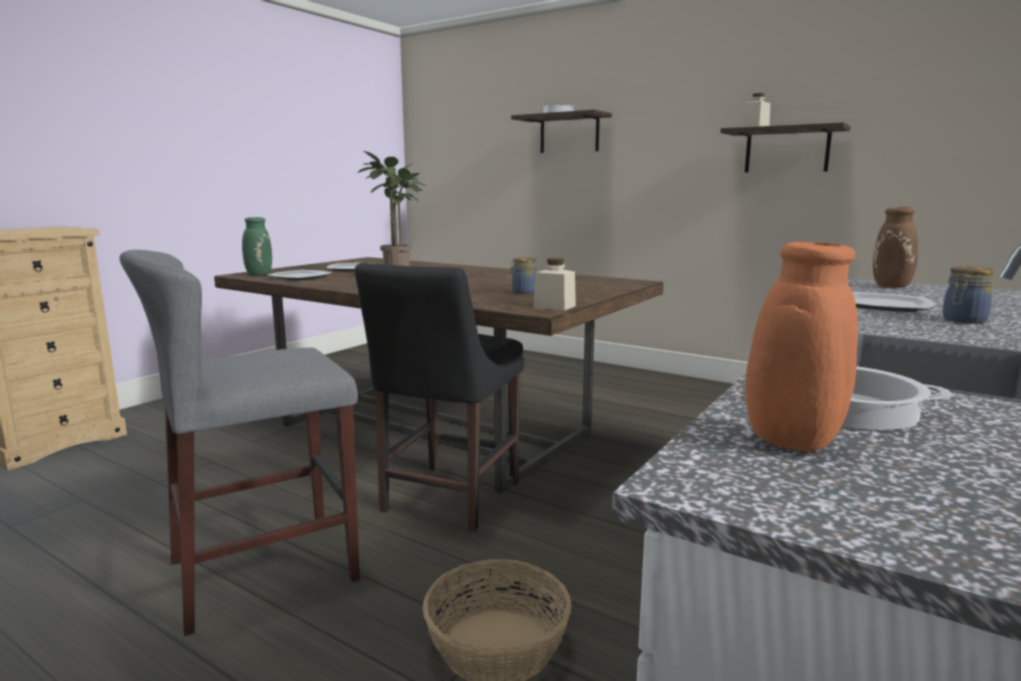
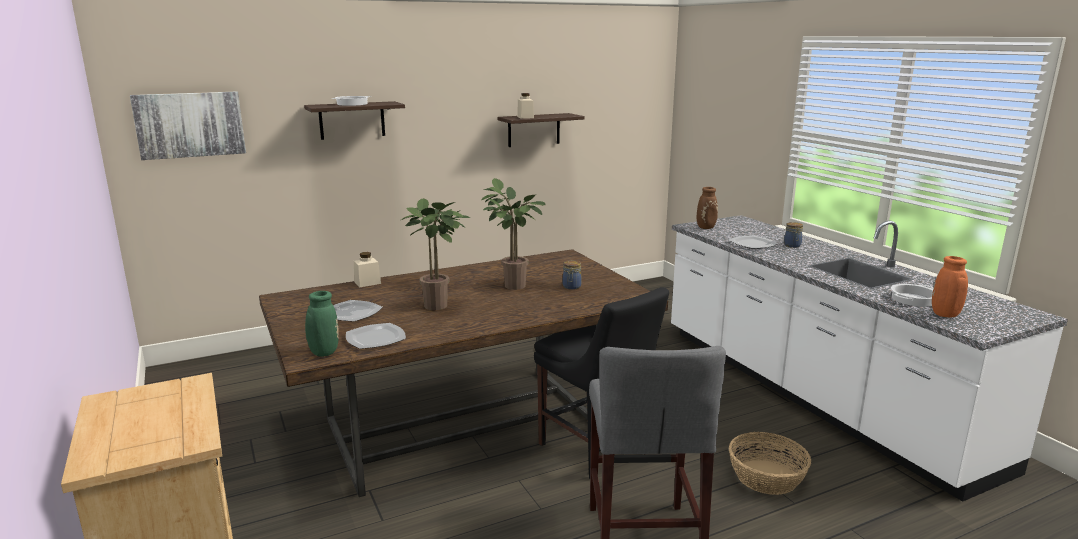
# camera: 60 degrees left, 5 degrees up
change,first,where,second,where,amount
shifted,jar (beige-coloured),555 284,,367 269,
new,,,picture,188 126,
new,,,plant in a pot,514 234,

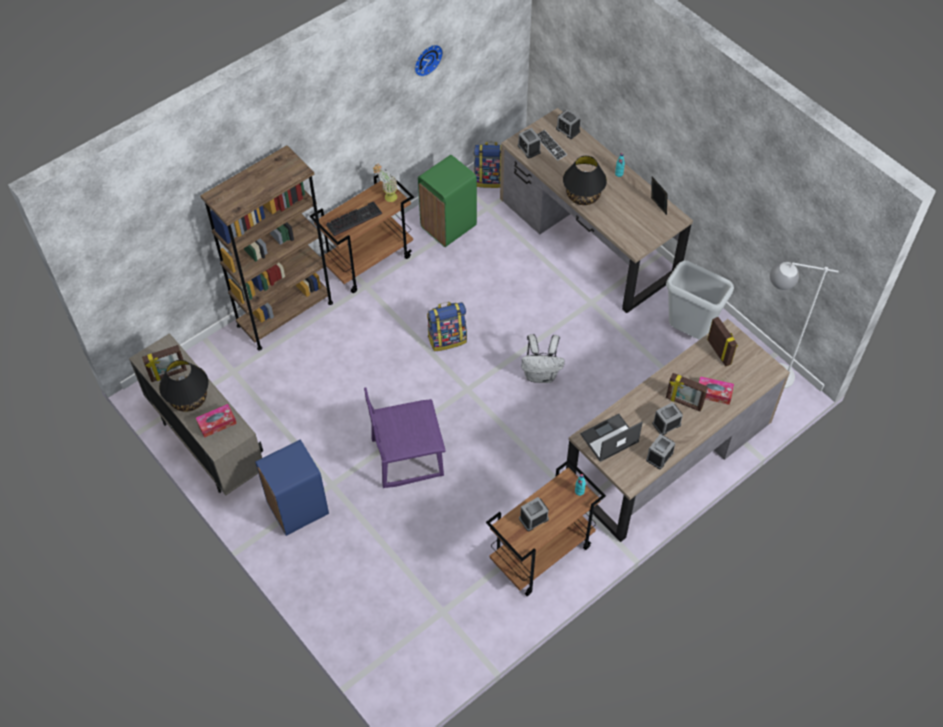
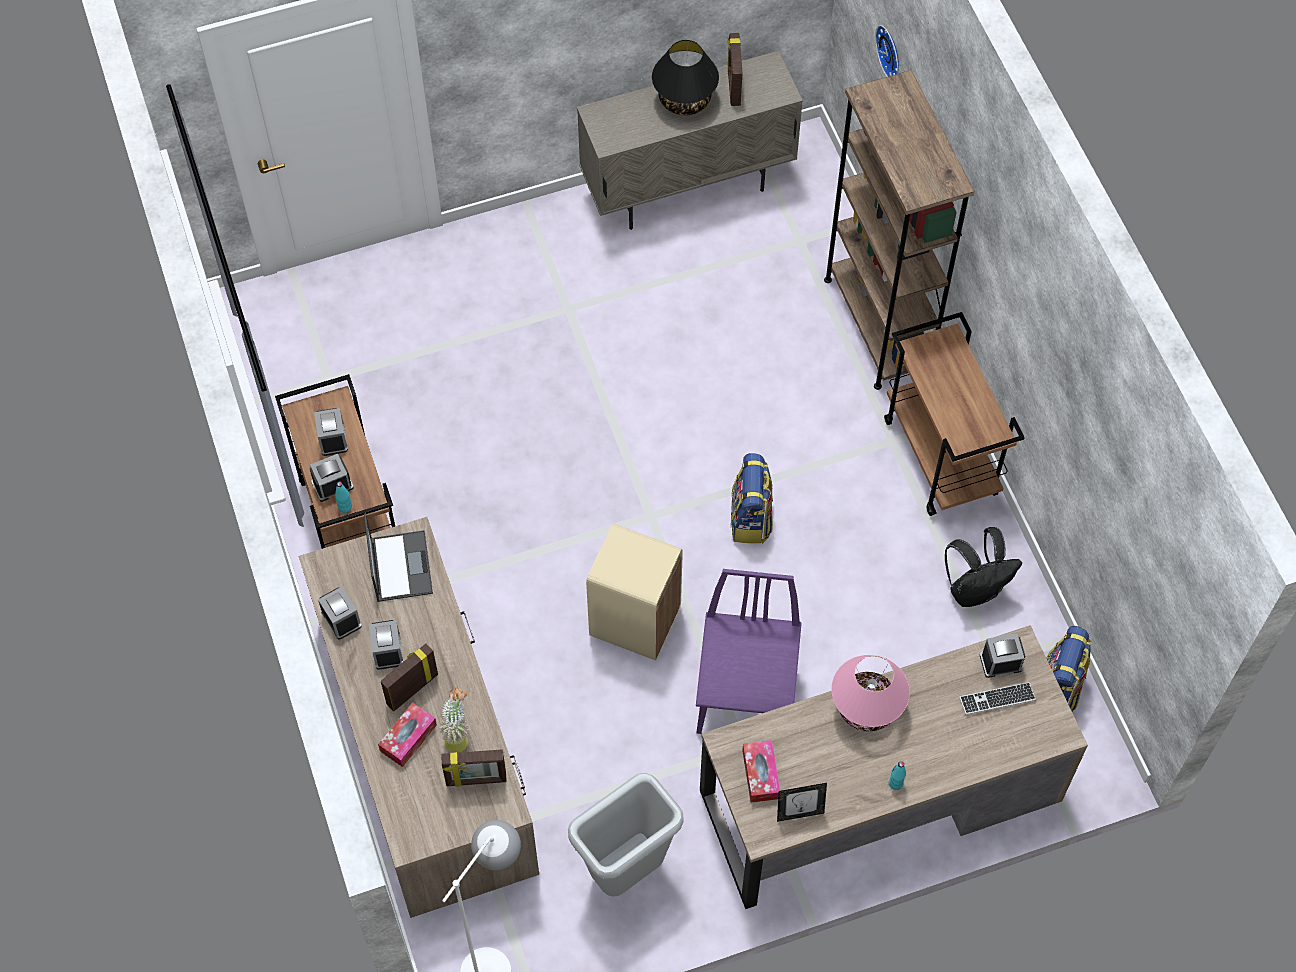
# camera: 110 degrees right, 5 degrees up
change,first,where,second,where,amount
shifted,wall clock,428 60,,887 51,
shifted,bedside clock,568 124,,332 478,
swapped,waste bin (greenish),447 201,rucksack (black-coloured),983 567,
repainted,table lamp (black-coloured),585 180,table lamp (pink),870 693,
shifted,plant in a pot,385 183,,454 719,
gone,PC keyboard,354 218,,,
swapped,rucksack (white-coloured),543 358,waste bin (beige-coloured),634 592,
shifted,chair (purple),405 437,,749 651,
shifted,tissue box,216 421,,761 771,
gone,waste bin (blue),292 488,,,

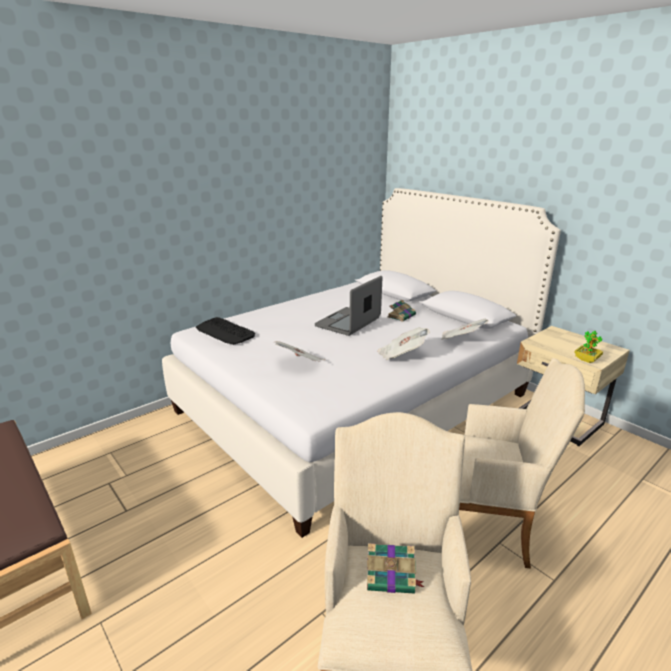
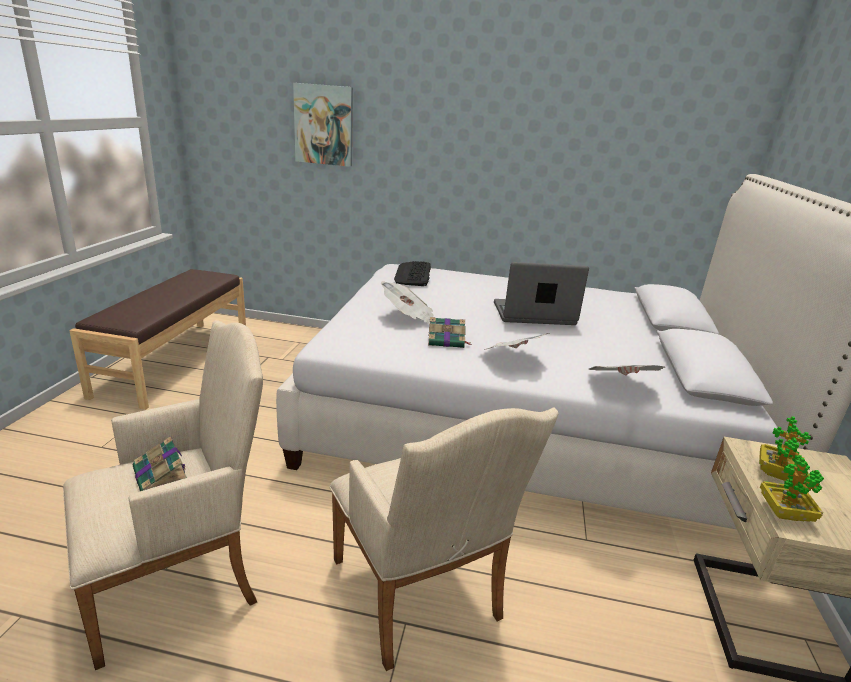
# camera: 50 degrees right, 0 degrees up
change,first,where,second,where,amount
shifted,bound book,401 311,,449 332,
new,,,picture,323 125,
new,,,plant in a pot,785 448,

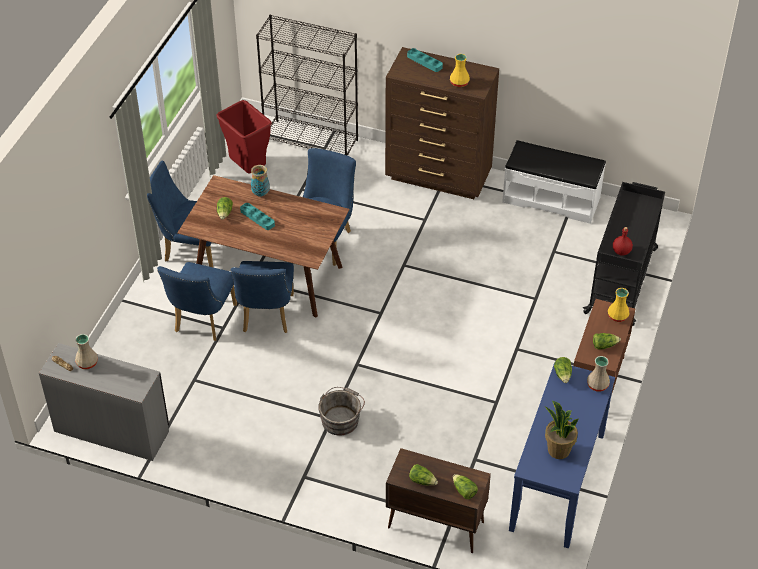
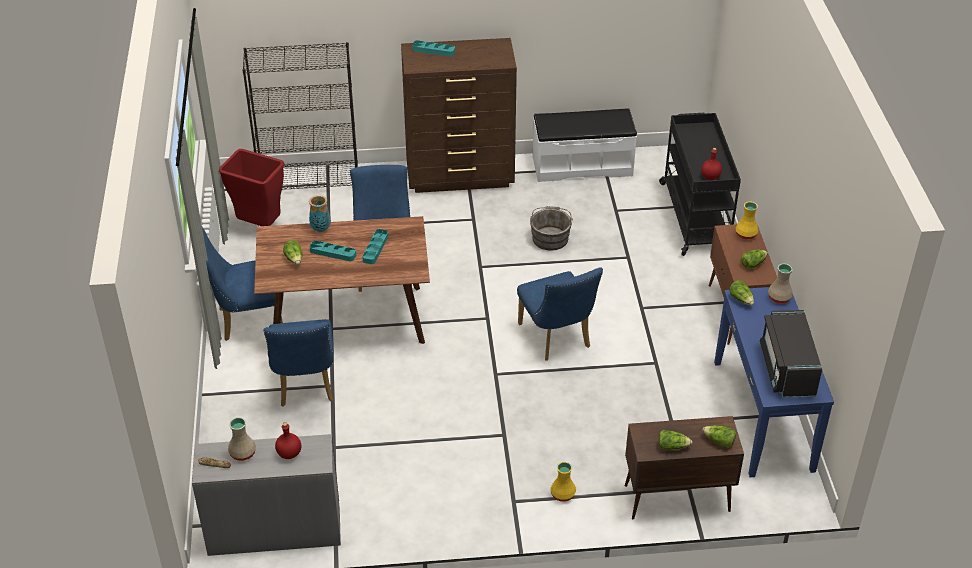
# camera: 25 degrees left, 5 degrees down
change,first,where,second,where,amount
shifted,flower vase (yellow),460 70,,563 482,
shifted,chair (blue),262 297,,560 314,
shifted,pail (greyish),341 411,,551 228,
swapped,plant in a pot,562 430,microwave oven (black-coloured),791 354,
new,,,tray (blue-green),375 246,
new,,,drink bottle (red-coloured),288 440,

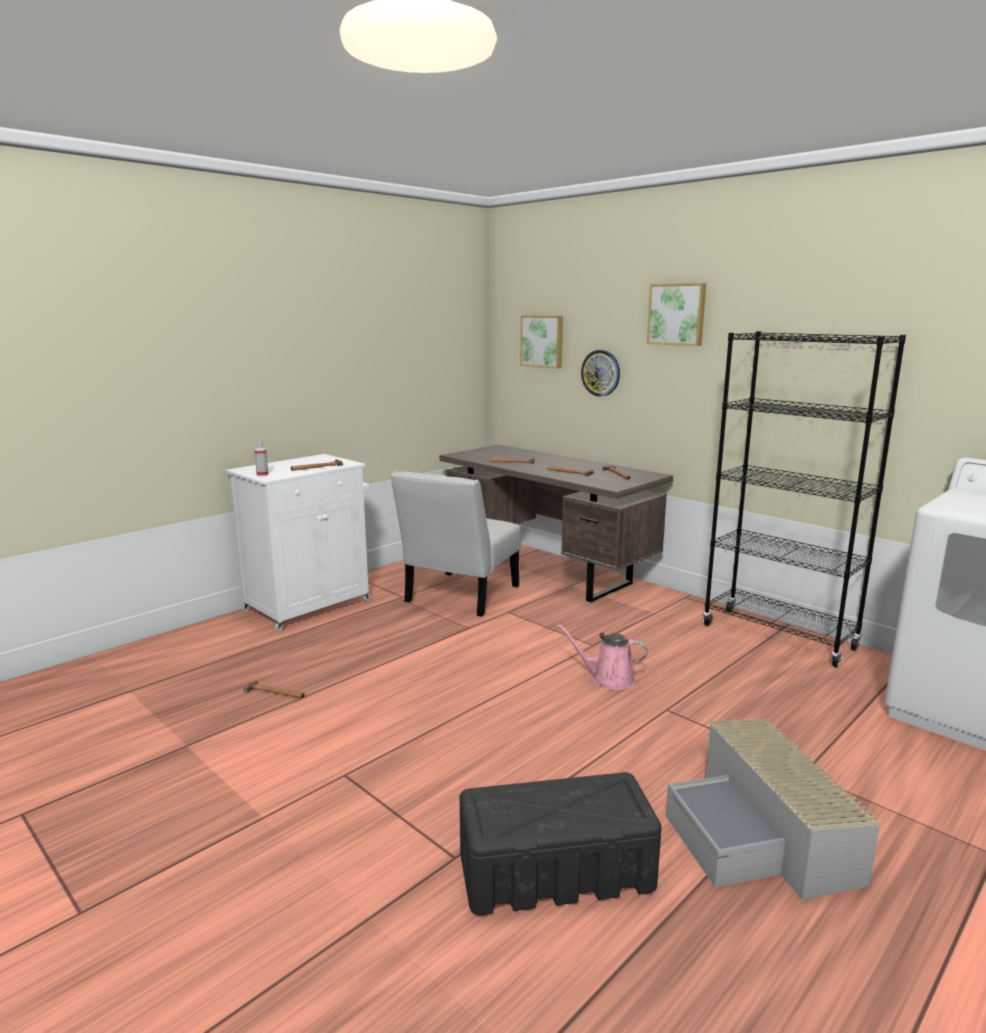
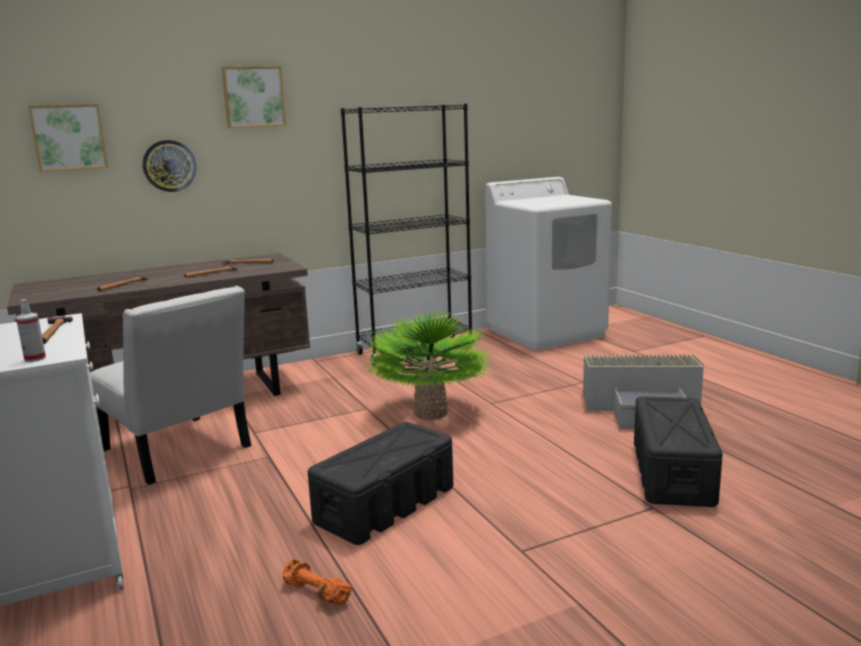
# camera: 70 degrees left, 0 degrees up
change,first,where,second,where,amount
swapped,watering can (pink),602 657,plant in a pot,428 364,
swapped,hammer,274 690,hand weight (orange),317 582,
new,,,storage container (black-coloured),380 483,

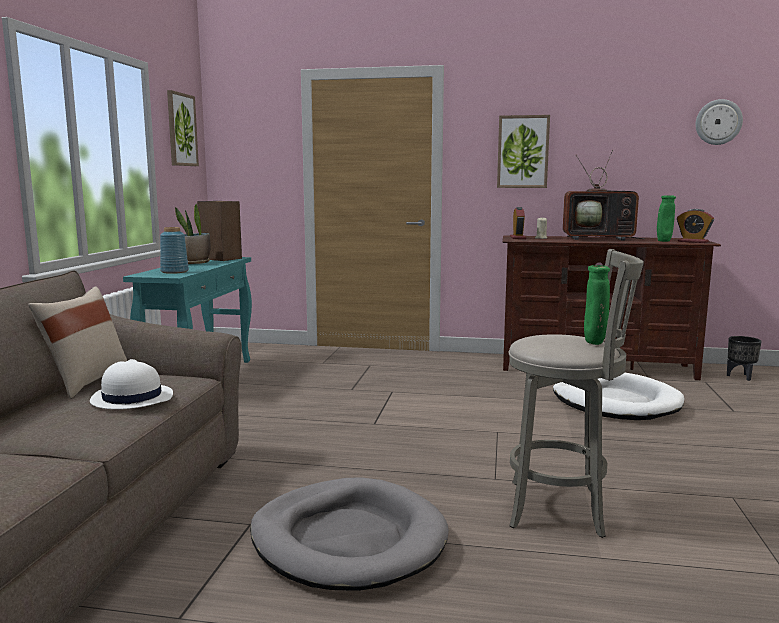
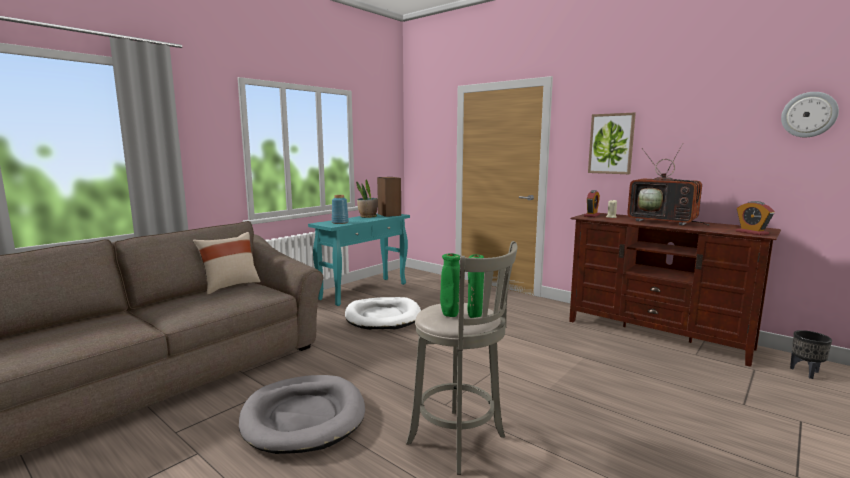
# camera: 30 degrees right, 0 degrees up
change,first,where,second,where,amount
gone,picture,183 128,,,
shifted,flower vase (greenish),666 218,,450 285,
gone,hat (white-coloured),131 384,,,
shifted,dog cushion (white-coloured),618 396,,383 313,

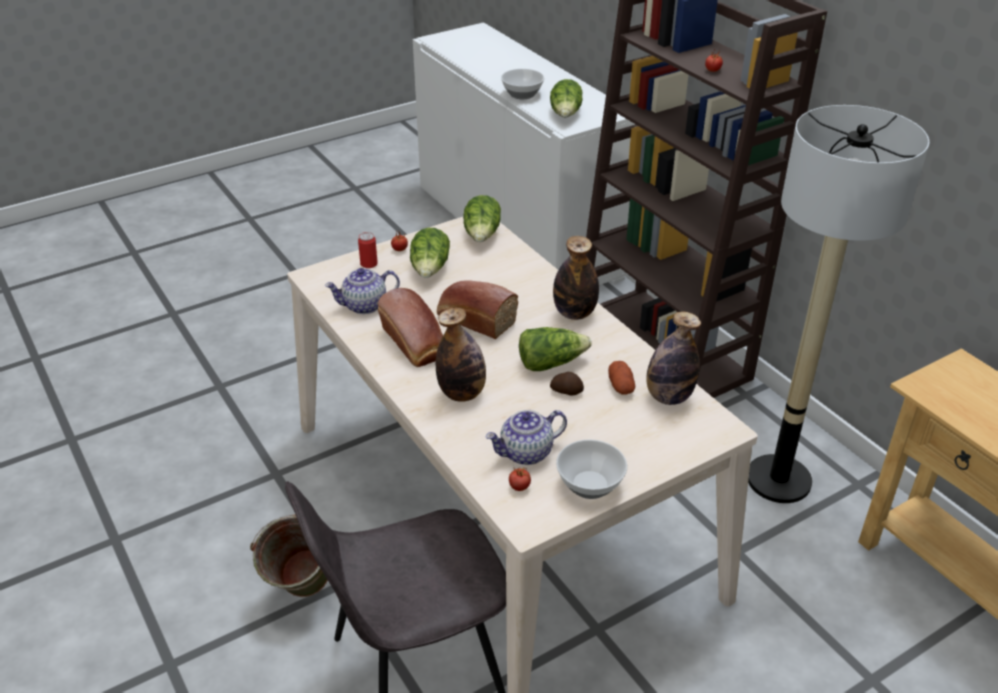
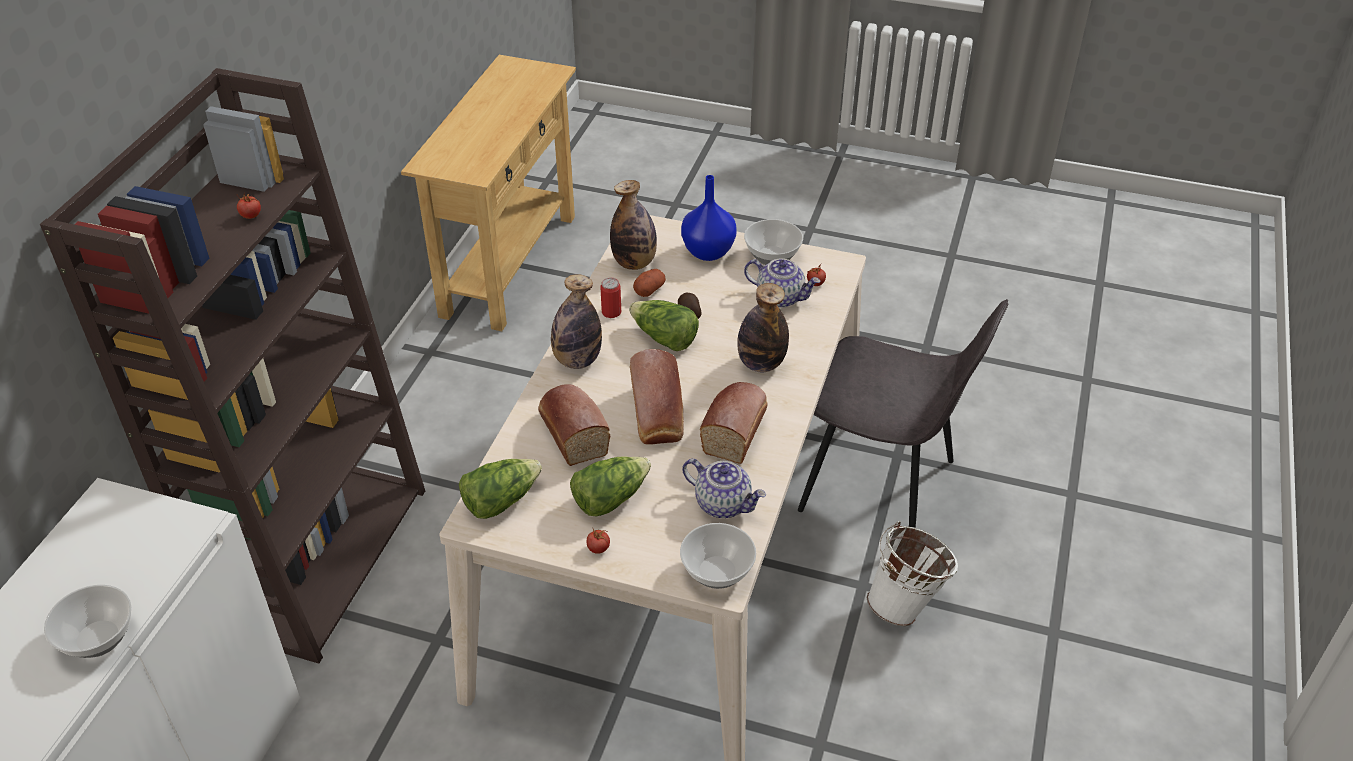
# camera: 130 degrees left, 5 degrees up
change,first,where,second,where,amount
gone,lettuce,566 98,,,
gone,standing lamp,838 304,,,
shifted,can,368 250,,611 297,
repainted,pail (greenish),289 555,pail (white-coloured),912 573,
new,,,flower vase (blue),709 218,
new,,,bread,574 425,
new,,,deep dish,718 556,

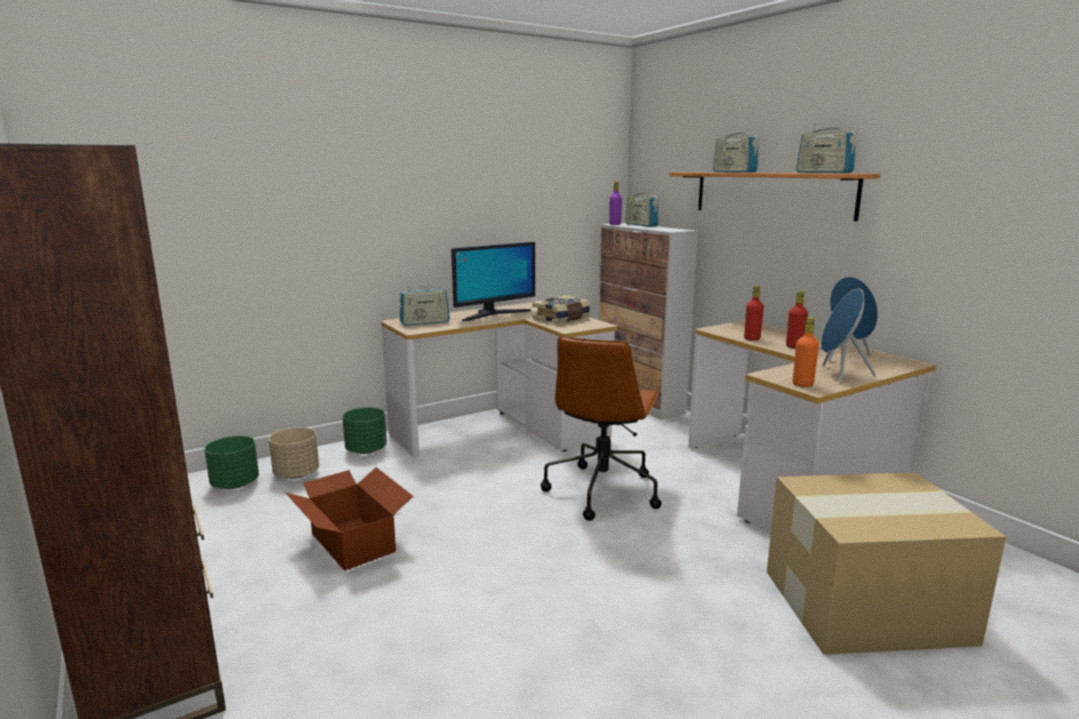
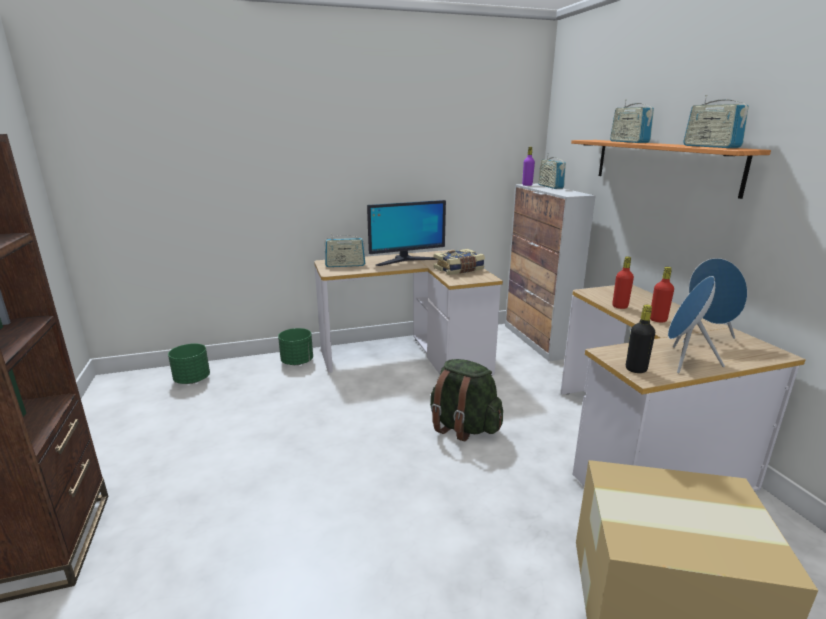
# camera: 15 degrees right, 5 degrees up
change,first,where,second,where,amount
repainted,drink bottle (orange),806 352,drink bottle (black-coloured),640 339,
swapped,office chair (brownish),601 428,rucksack (greenish),466 400,
gone,planter (beige-coloured),294 453,,,
gone,carton,349 519,,,

